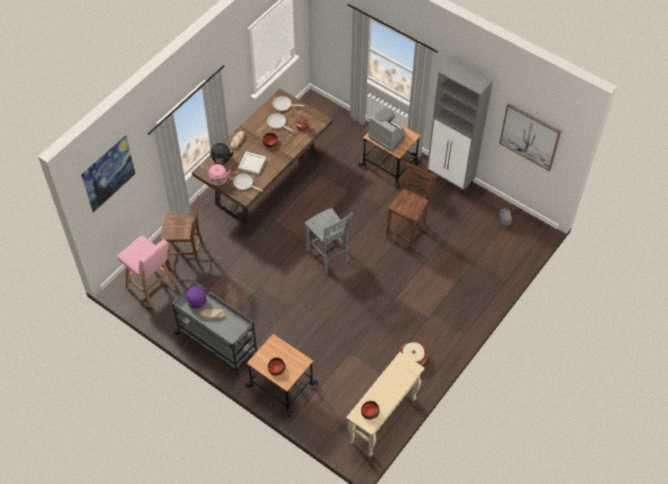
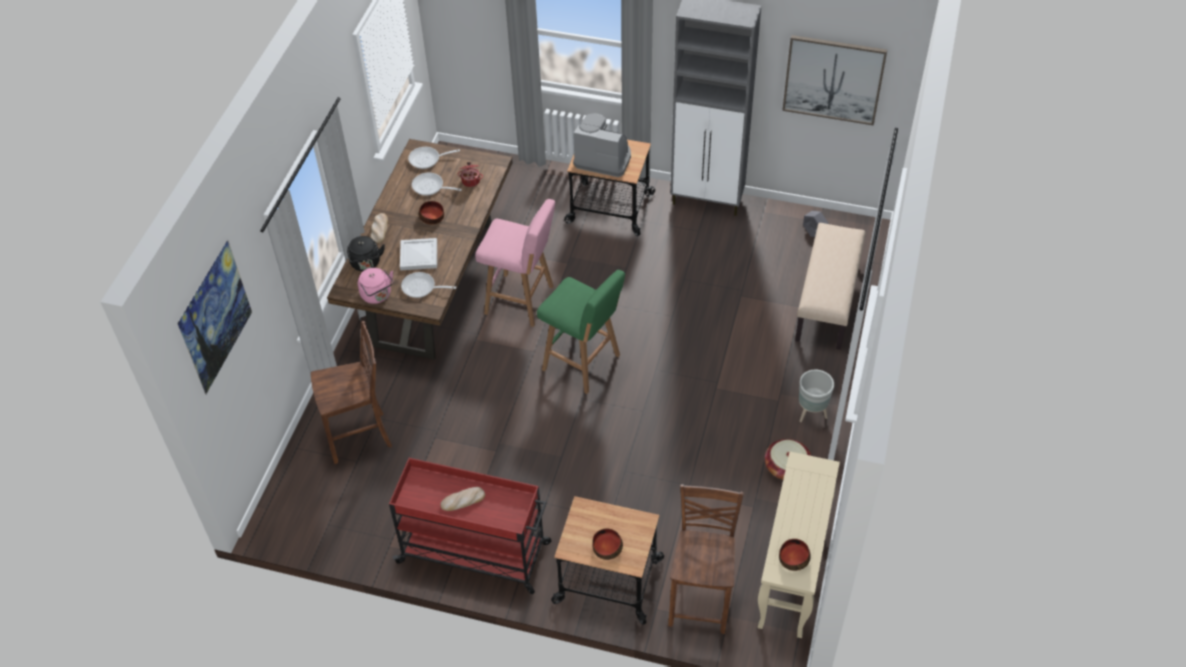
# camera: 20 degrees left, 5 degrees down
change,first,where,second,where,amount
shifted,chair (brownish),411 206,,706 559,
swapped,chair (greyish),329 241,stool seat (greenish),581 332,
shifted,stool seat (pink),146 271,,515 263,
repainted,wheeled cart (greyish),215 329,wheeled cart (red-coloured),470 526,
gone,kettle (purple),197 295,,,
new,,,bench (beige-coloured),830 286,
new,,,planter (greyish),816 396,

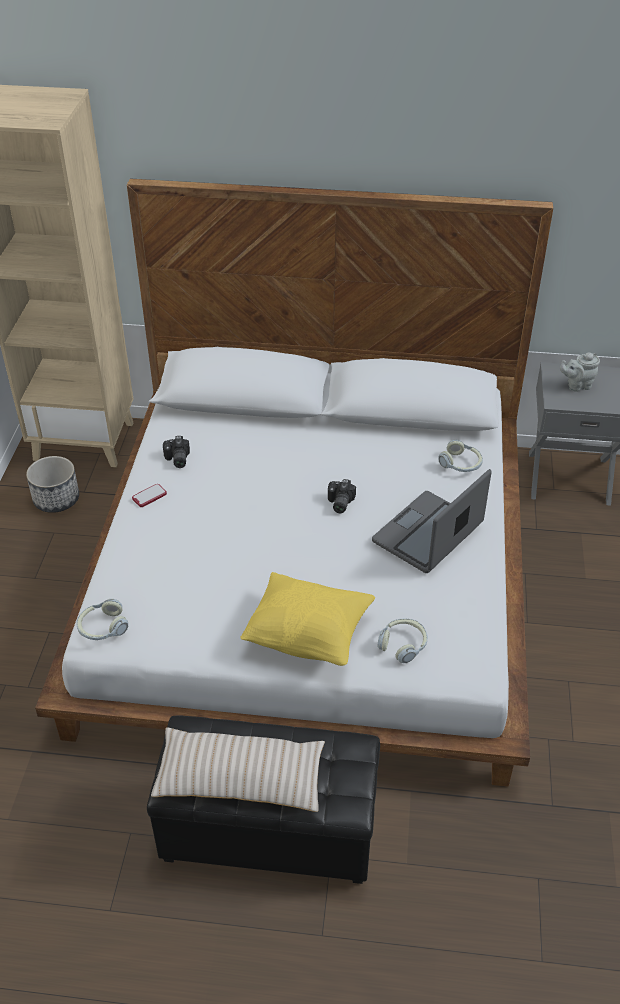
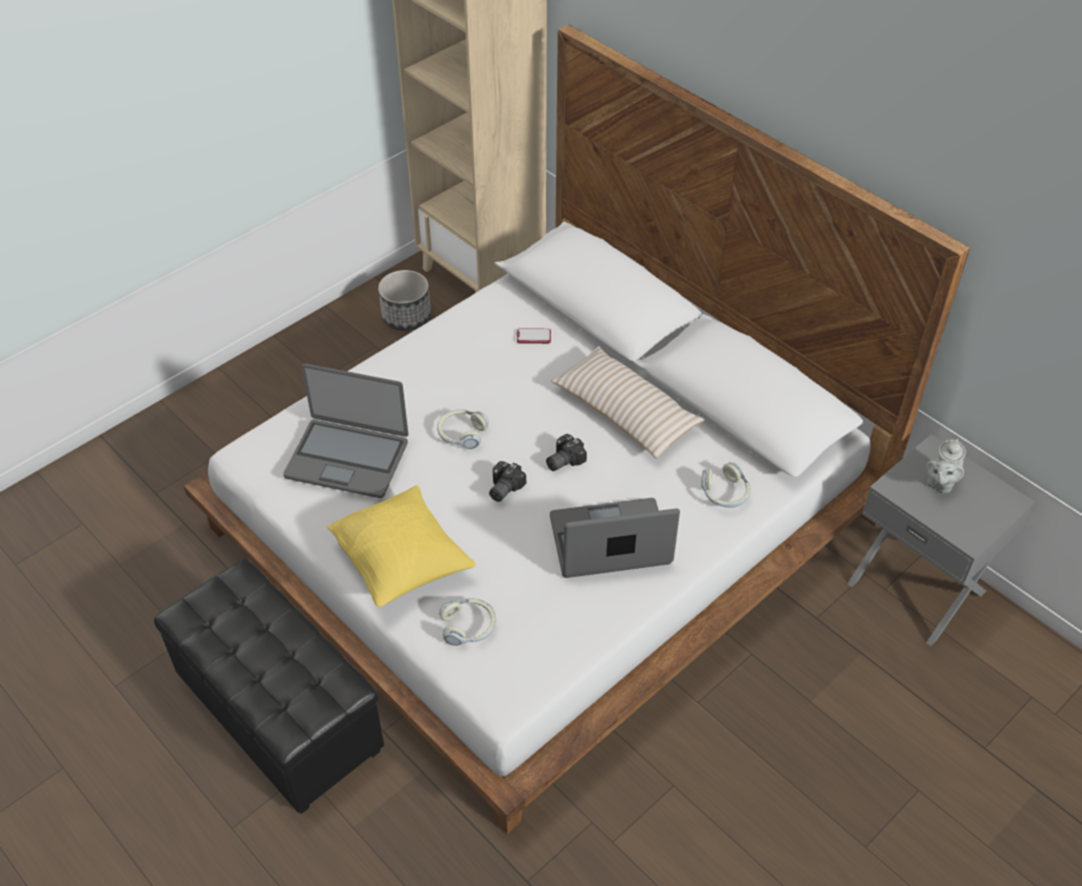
# camera: 40 degrees right, 5 degrees up
change,first,where,second,where,amount
rotated,teapot (greyish),580 372,,946 466,90 degrees counterclockwise
shifted,photo camera,176 452,,507 481,
shifted,handset,149 495,,534 336,
shifted,headphones,102 619,,463 429,
shifted,pillow (beige-coloured),238 769,,627 402,
new,,,portable computer,345 430,

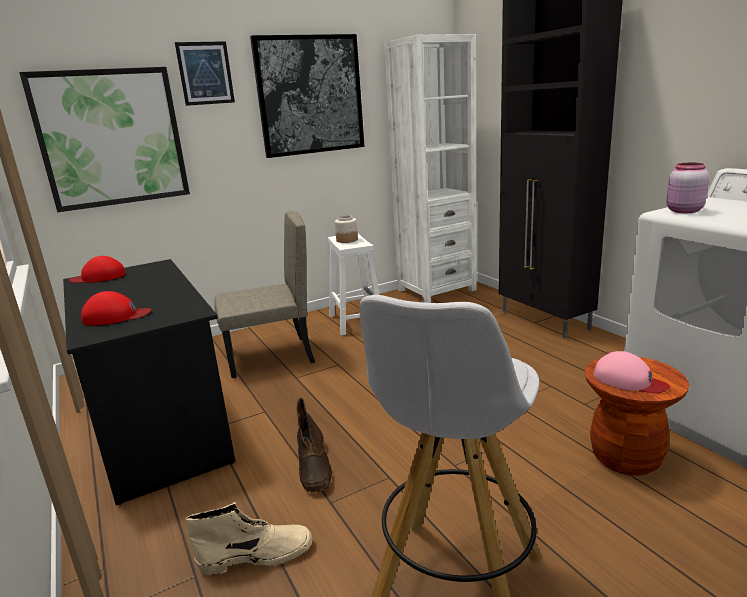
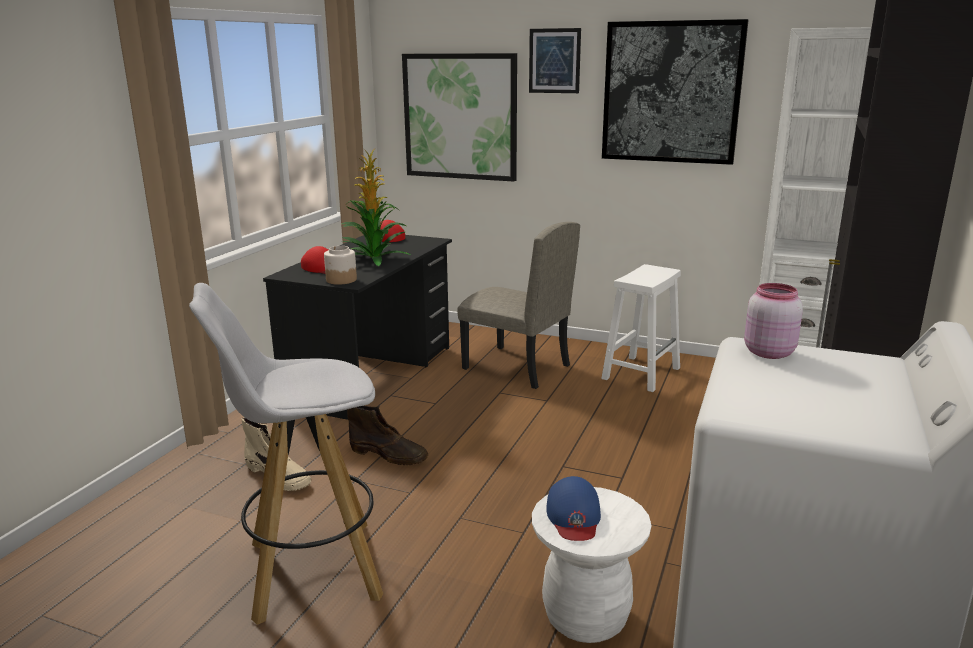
# camera: 50 degrees right, 0 degrees up
change,first,where,second,where,amount
shifted,jar,346 229,,340 265,
repainted,peaked cap (pink),632 372,peaked cap (blue),573 508,
repainted,stool seat (brownish),637 416,stool seat (white-coloured),591 565,
rotated,tall boot (brownish),315 445,,387 435,105 degrees counterclockwise
new,,,plant in a pot,375 207,

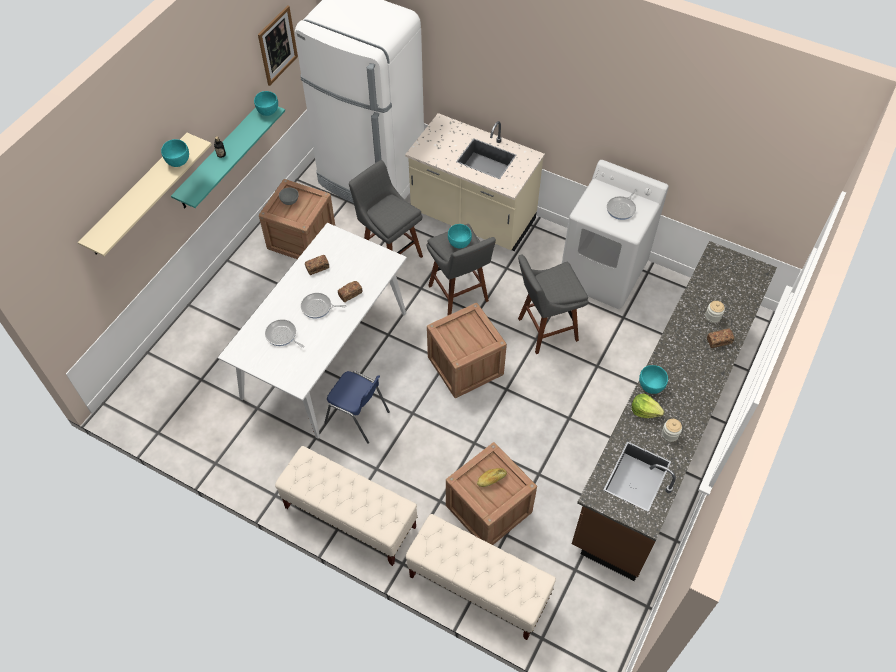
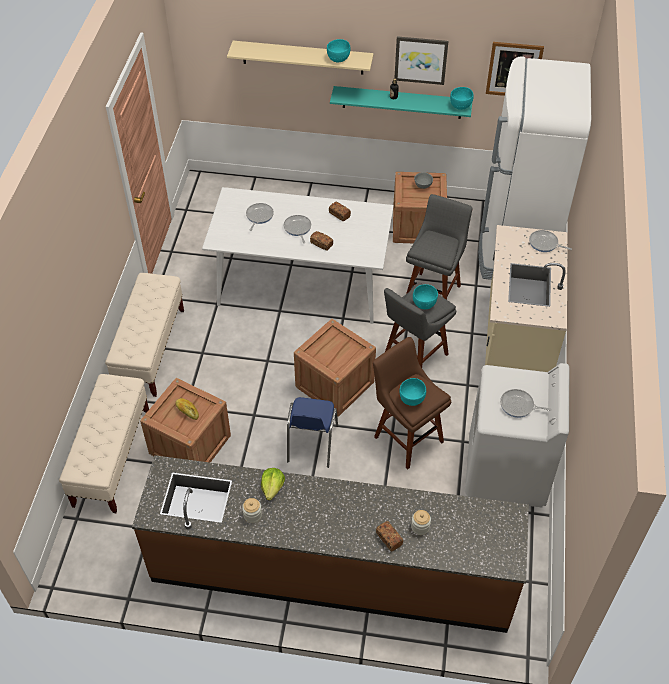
# camera: 70 degrees right, 5 degrees down
change,first,where,second,where,amount
repainted,stool seat (greyish),553 304,stool seat (brownish),412 403,
shifted,deep dish (blue-green),653 379,,412 392,
shifted,chair (blue),357 407,,312 432,
new,,,picture,421 60,
new,,,frying pan,550 241,

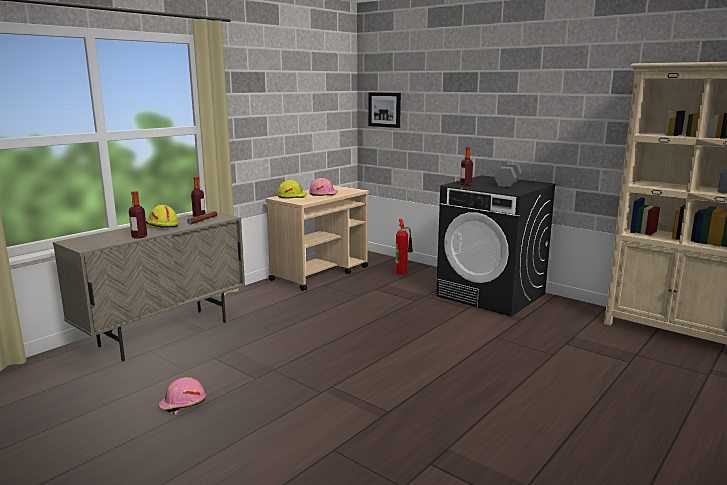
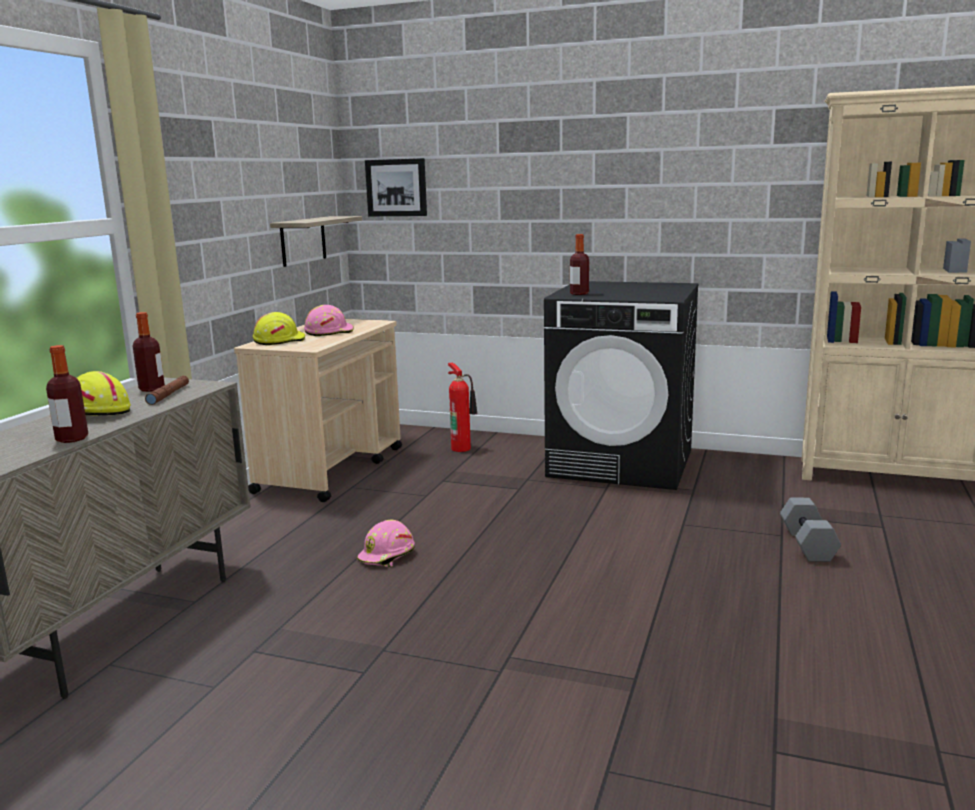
# camera: 20 degrees left, 0 degrees up
change,first,where,second,where,amount
shifted,hand weight (greyish),508 175,,810 530,
shifted,hard hat (pink),182 396,,386 543,
new,,,wall shelf,316 241,

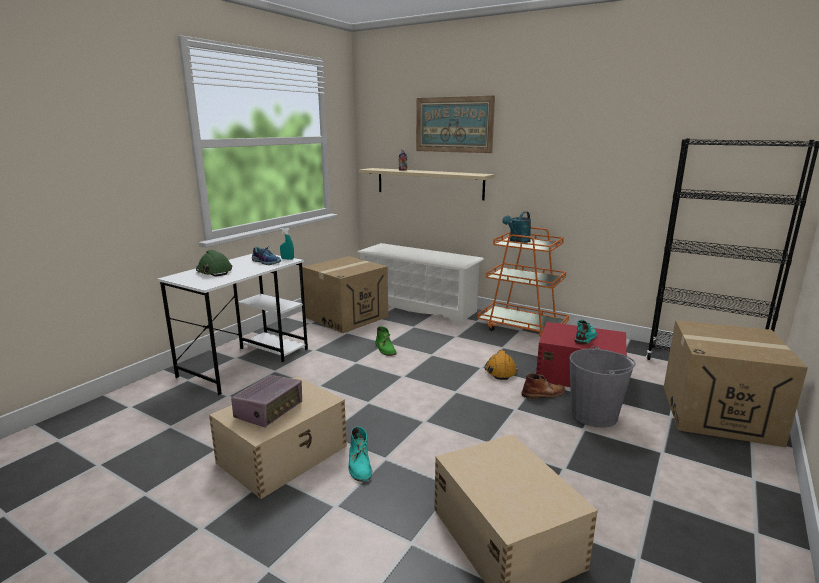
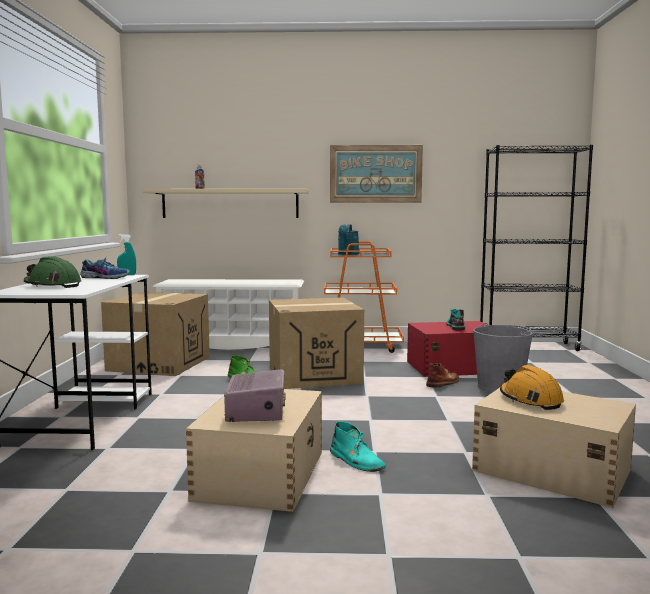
# camera: 30 degrees left, 10 degrees down
change,first,where,second,where,amount
shifted,picture,455 124,,376 174,
shifted,carton,736 383,,316 343,
shifted,hard hat (orange),501 365,,532 387,

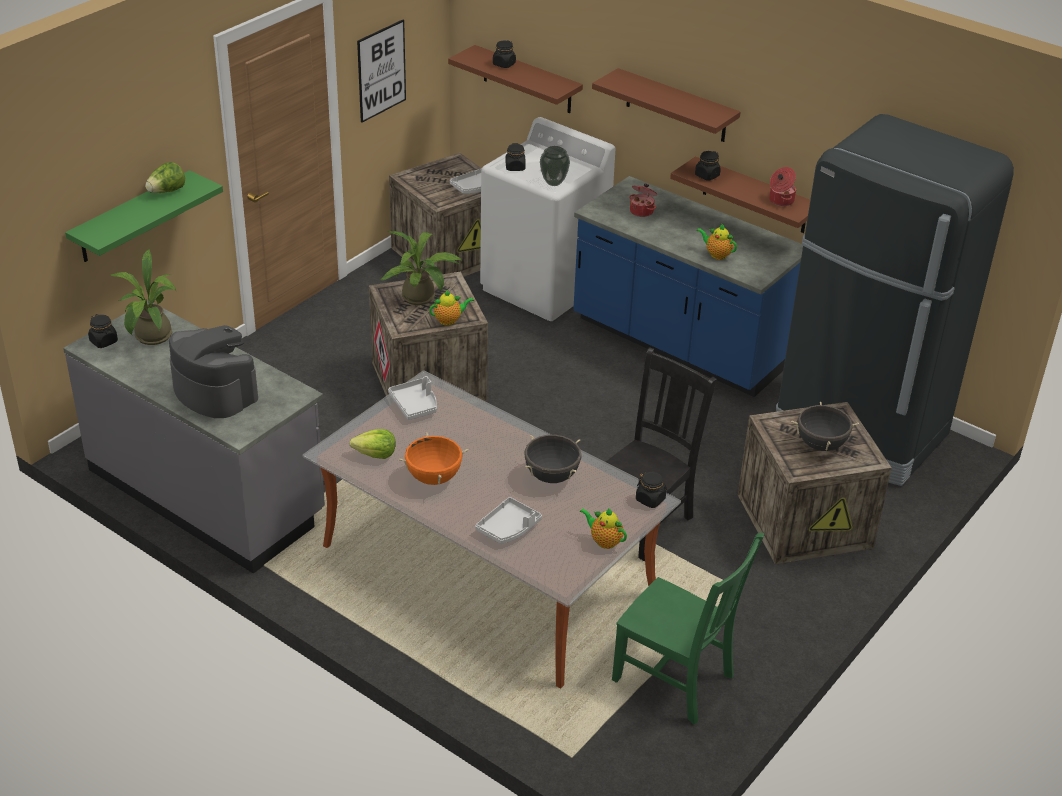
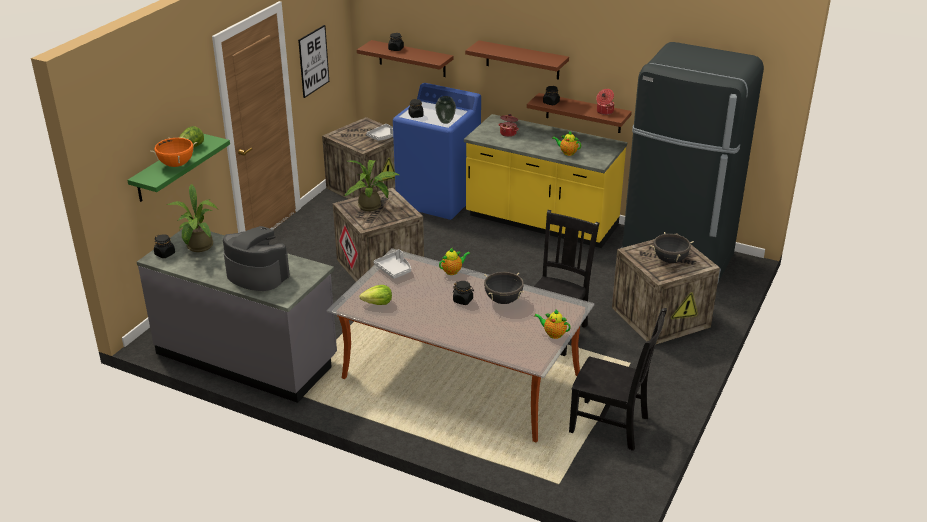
# camera: 10 degrees left, 5 degrees down
change,first,where,second,where,amount
repainted,laundry machine (white-coloured),547 219,laundry machine (blue),437 151,
repainted,kitchen counter (blue),688 286,kitchen counter (yellow),545 181,
shifted,teapot,451 308,,455 261,
shifted,saucepot (orange),433 459,,173 152,
shifted,jar (black-coloured),651 490,,463 293,
gone,tray (greyish),508 520,,,
repainted,chair (greenish),688 628,chair (black-coloured),618 379,

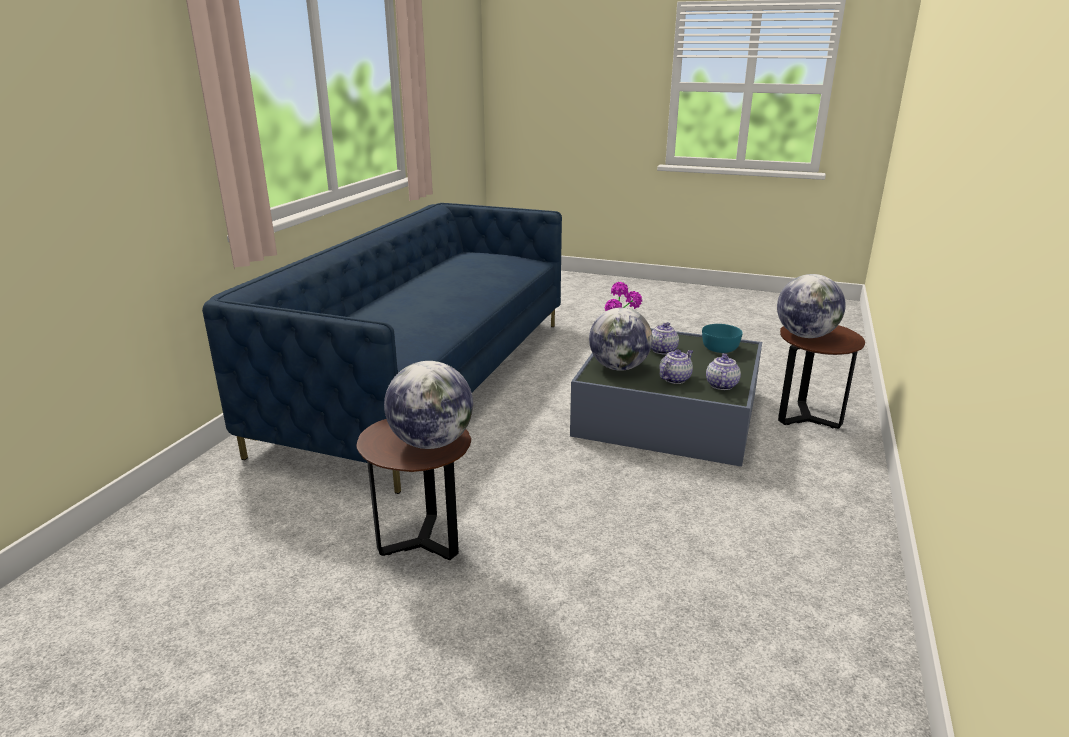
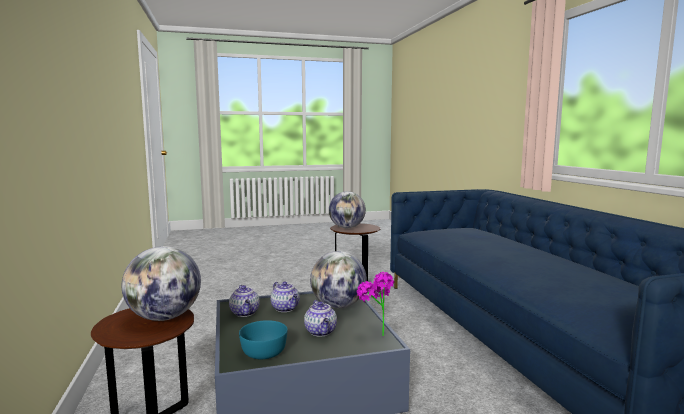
# camera: 145 degrees right, 15 degrees down
change,first,where,second,where,amount
rotated,teapot,676 367,,285 297,45 degrees counterclockwise

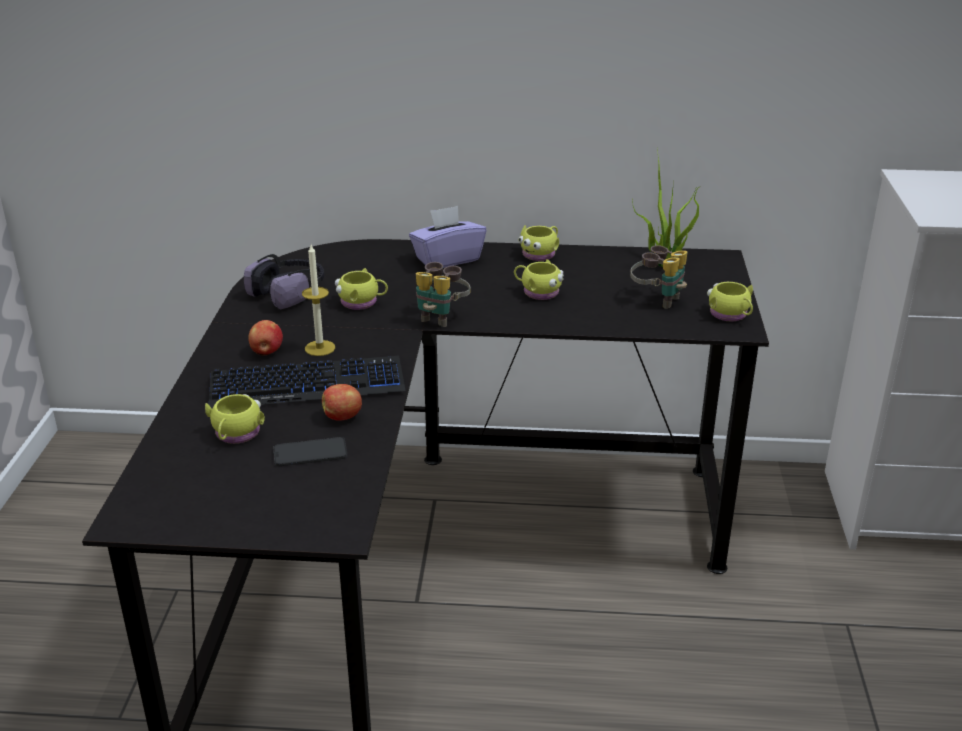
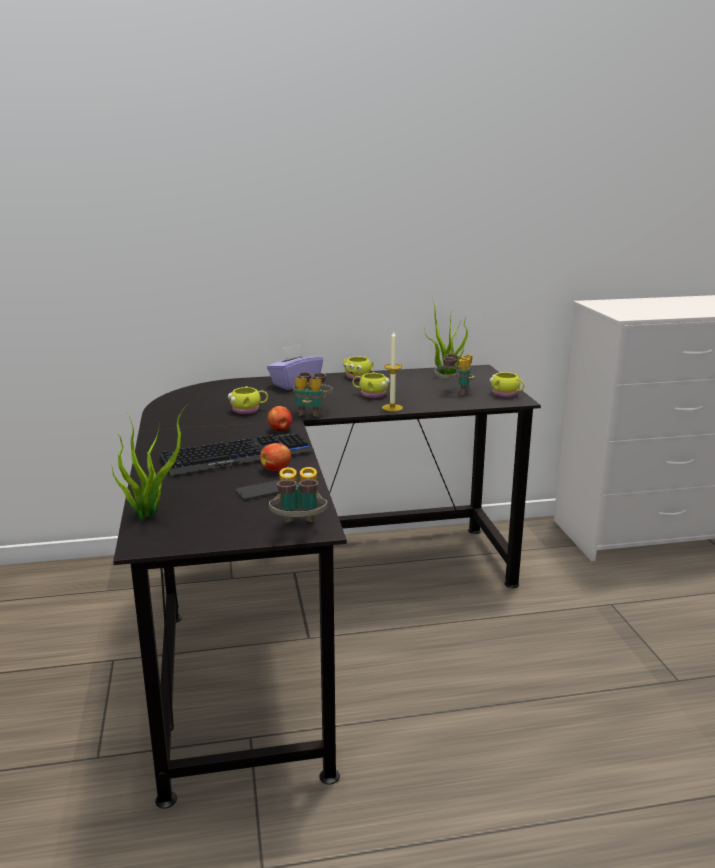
# camera: 15 degrees left, 10 degrees down
change,first,where,second,where,amount
shifted,wax candle,318 300,,392 371,
gone,headphones,284 281,,,
shifted,whole apple,265 337,,280 418,
gone,coffee mug (yellow),235 419,,,
new,,,plant in a pot,149 461,
new,,,binoculars,298 495,

